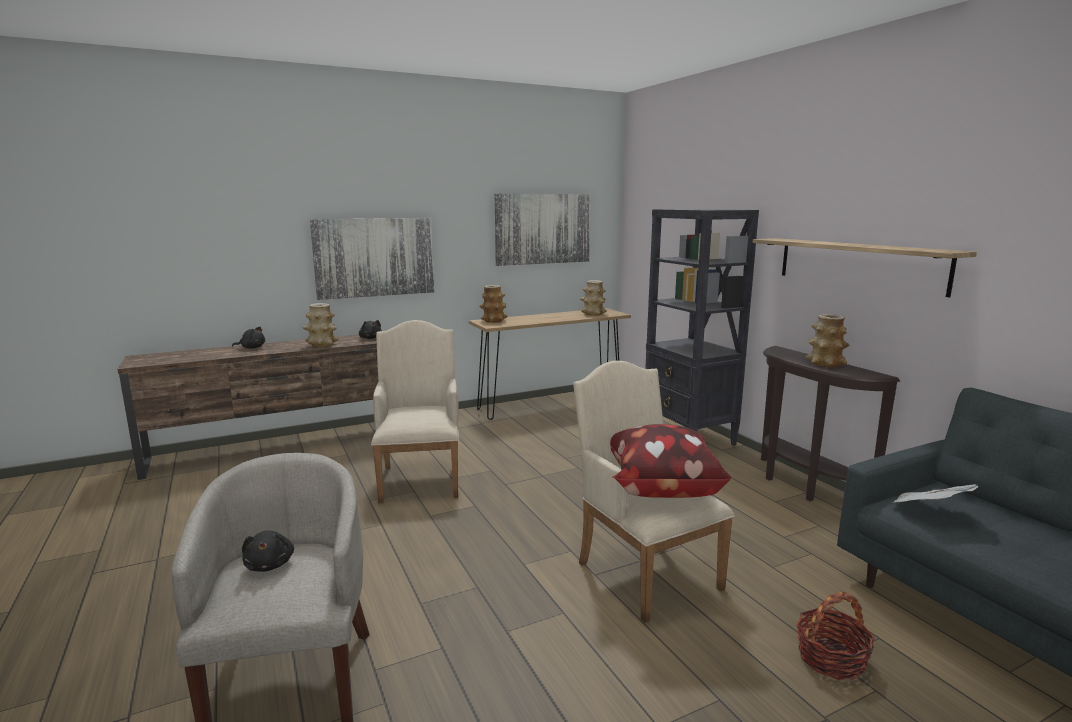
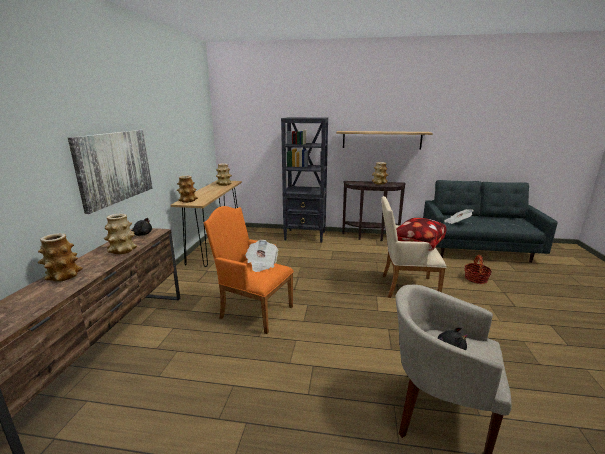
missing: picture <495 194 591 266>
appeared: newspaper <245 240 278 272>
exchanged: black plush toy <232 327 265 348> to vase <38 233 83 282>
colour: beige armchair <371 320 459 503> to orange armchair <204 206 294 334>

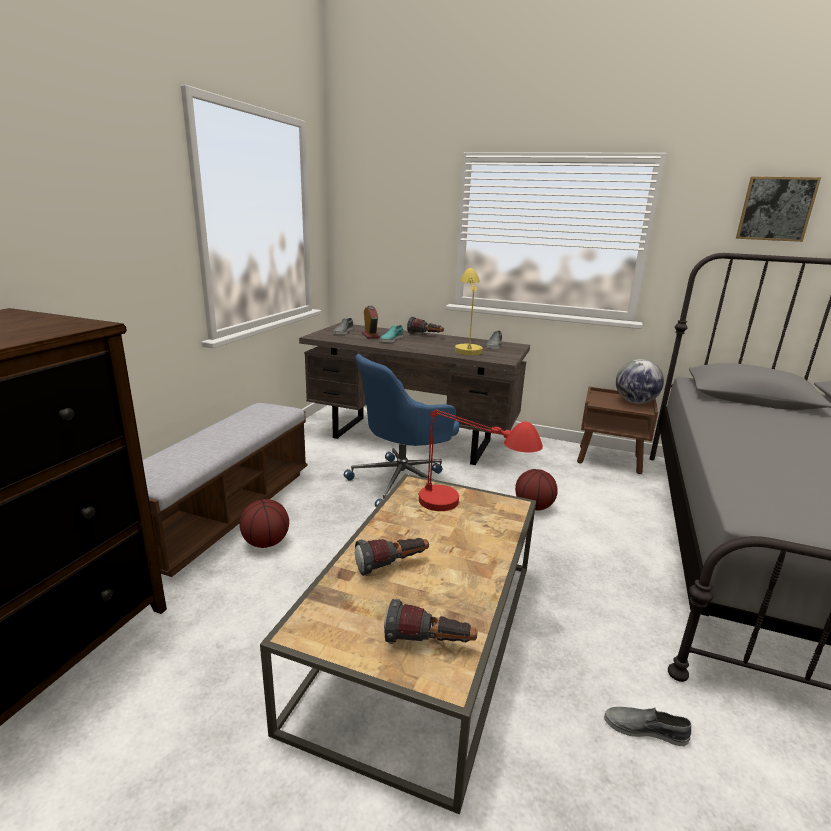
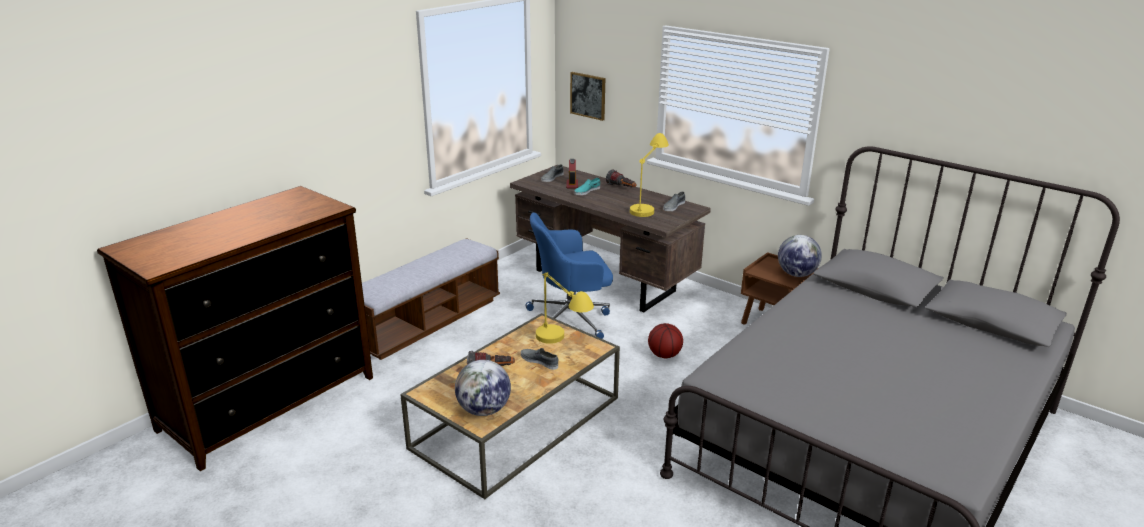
missing: basketball <240 499 289 548>
relocated: grey shoe <604 707 691 746> to <521 348 559 370>; picture <736 176 821 242> to <570 72 605 121>
exchanged: flashlight <384 599 478 644> to globe <455 360 511 416>
colour: red table lamp <419 409 543 511> to yellow table lamp <536 272 594 344>

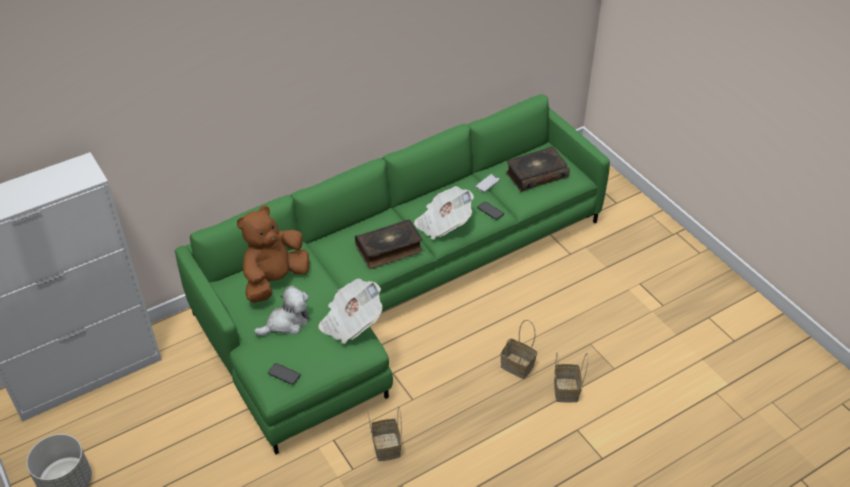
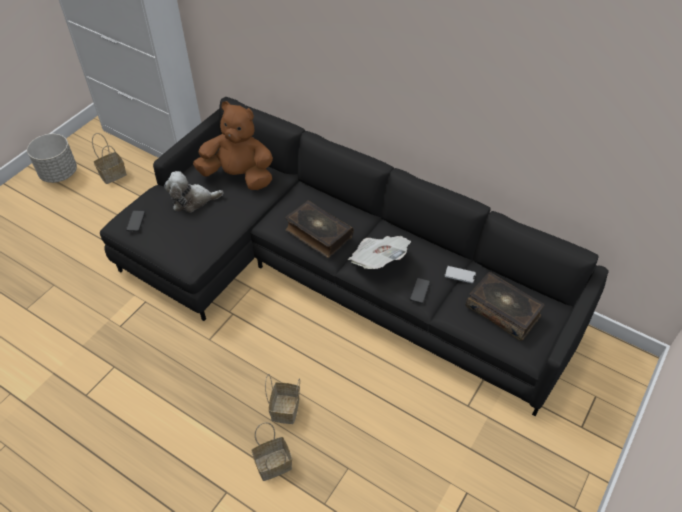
missing: newspaper <318 279 383 344>
relocated: basket <368 407 402 461> to <92 133 127 184>
colour: green sofa <175 94 610 454> to black sofa <100 97 609 416>
spun: plush toy <254 286 309 336> = <164 171 224 213> 135 degrees clockwise

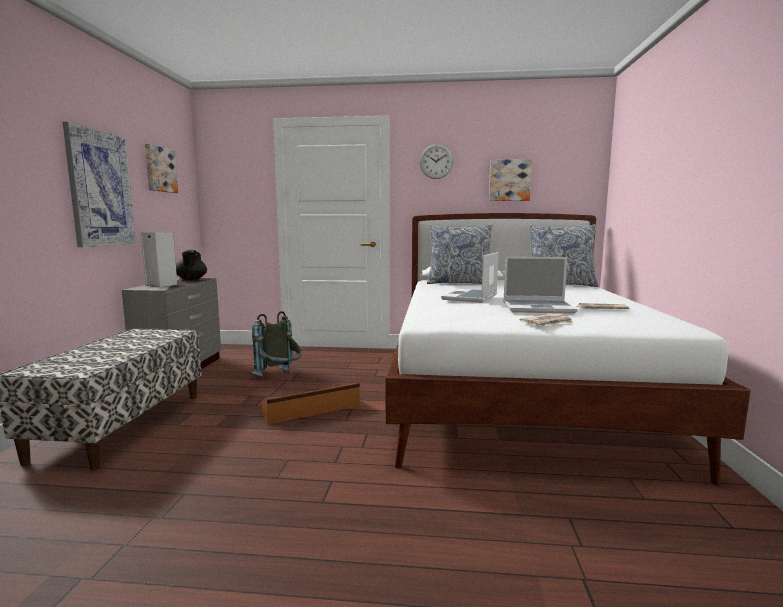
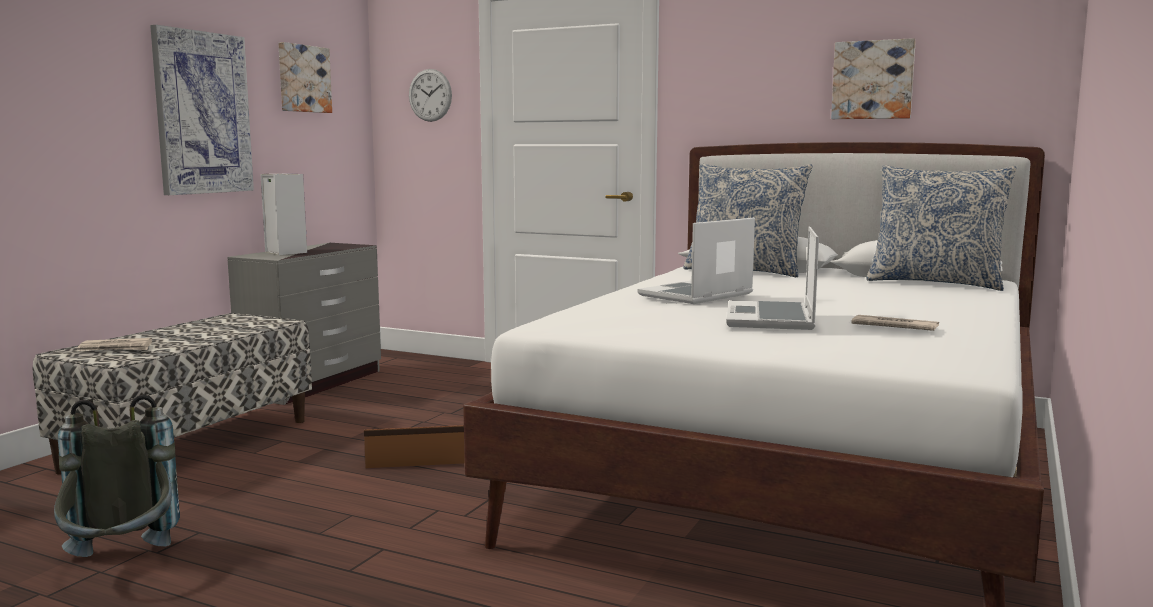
missing: black teapot <176 250 207 280>
relocated: grey backpack <252 311 302 376> to <54 395 180 557>; newspaper <520 313 573 326> to <77 338 152 351>; wall clock <420 144 453 179> to <409 69 452 122>
spun: laptop <503 256 578 314> = <727 227 819 330> 75 degrees clockwise

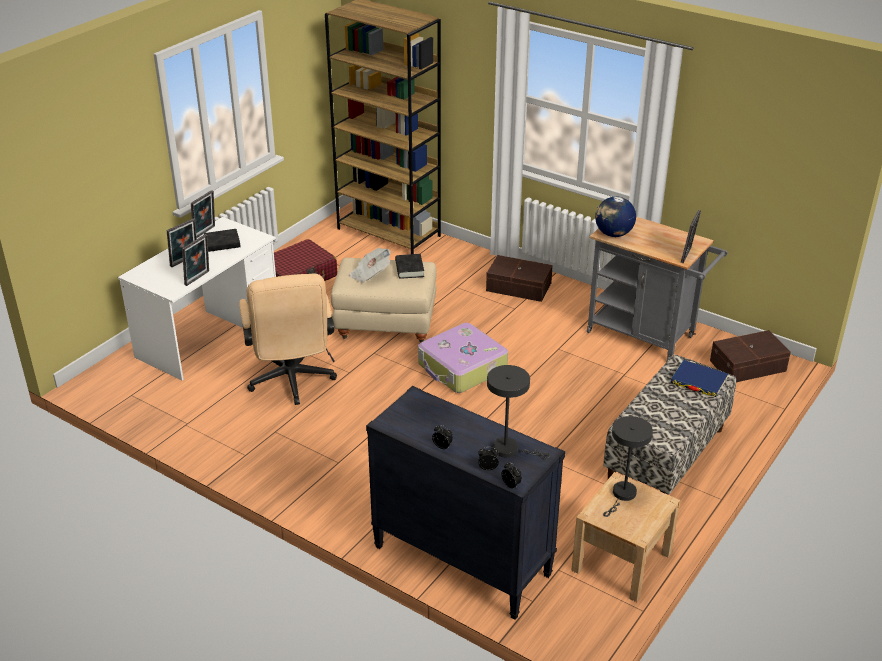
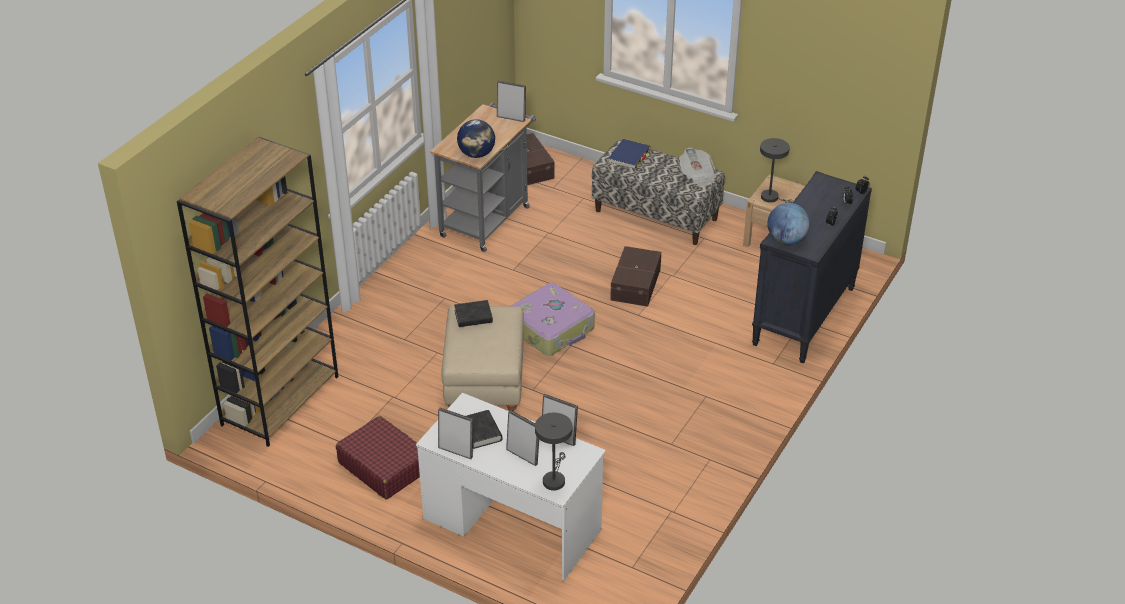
missing: beige office chair <239 273 337 405>
appeared: globe <767 203 810 245>
relocated: grey table lamp <487 365 550 460> to <535 413 572 491>; brown storage box <486 255 553 302> to <610 246 661 307>; newspaper <349 248 391 283> to <679 147 717 188>

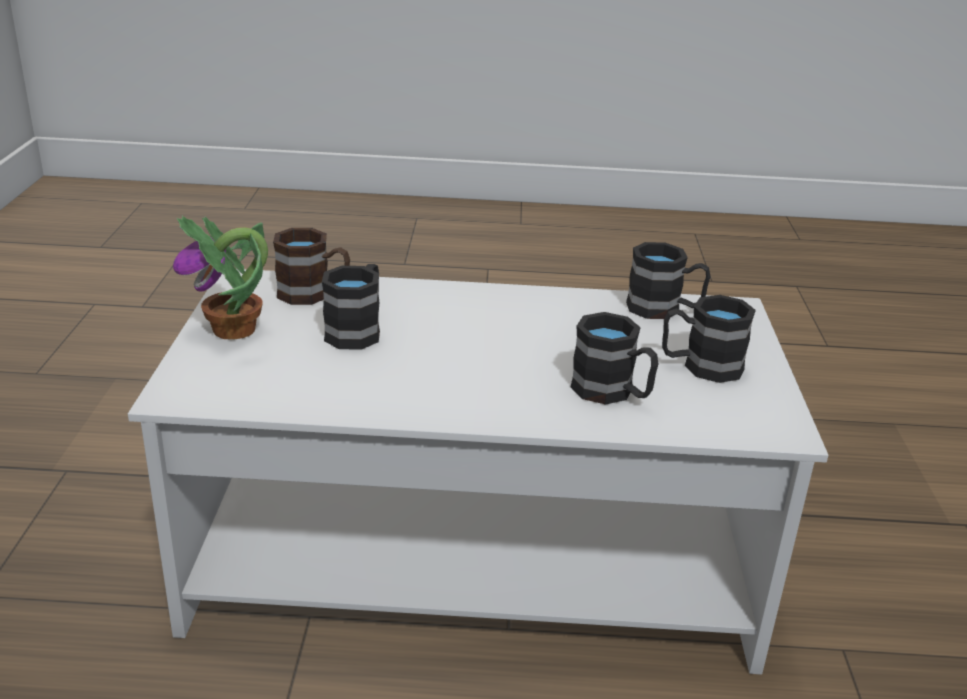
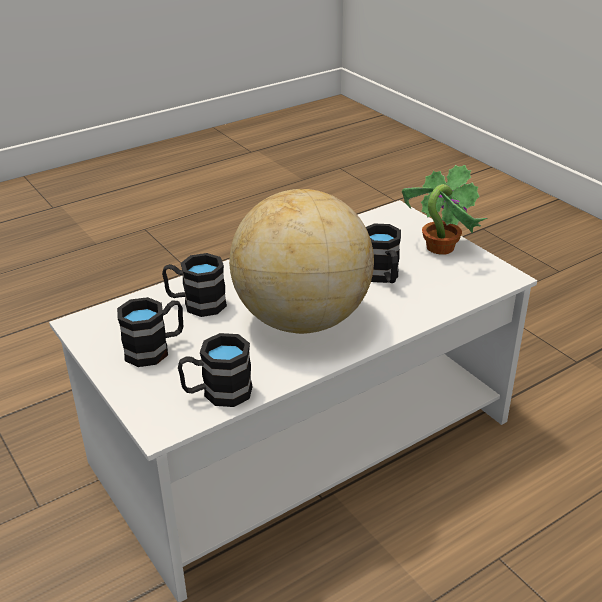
missing: brown mug <273 228 350 305>
appeared: globe <229 189 374 334>

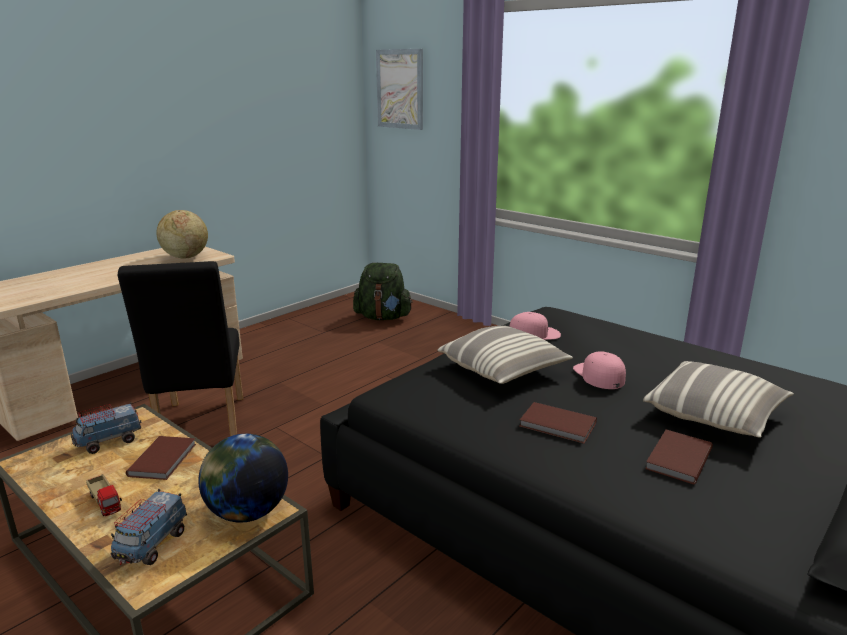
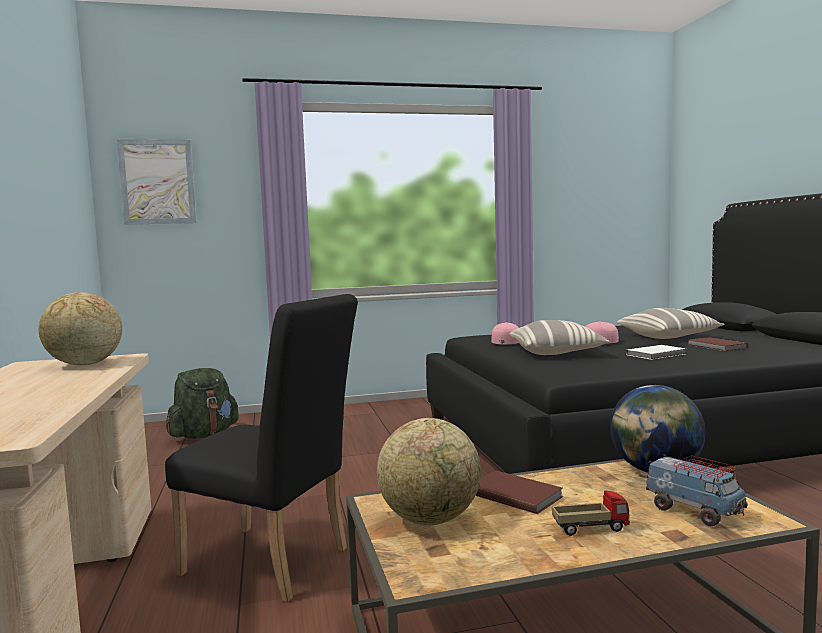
exchanged: toy truck <71 402 142 454> to globe <377 418 481 525>
colour: brown book <520 402 597 444> to white book <626 345 686 360>

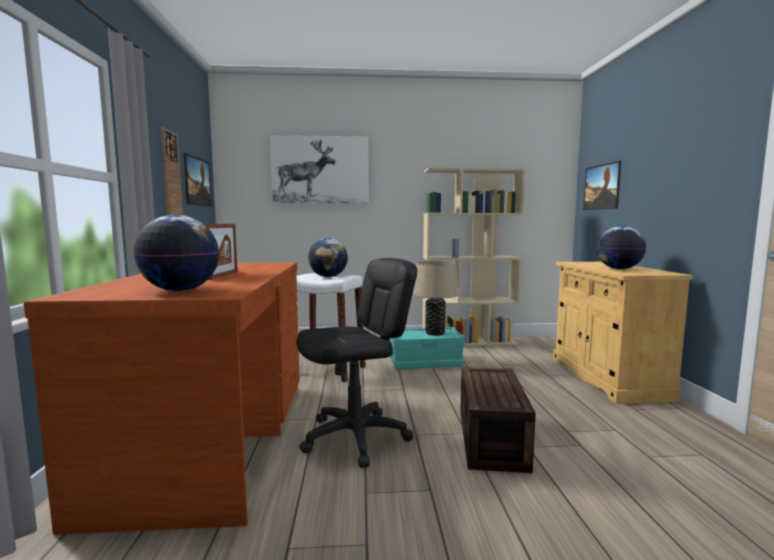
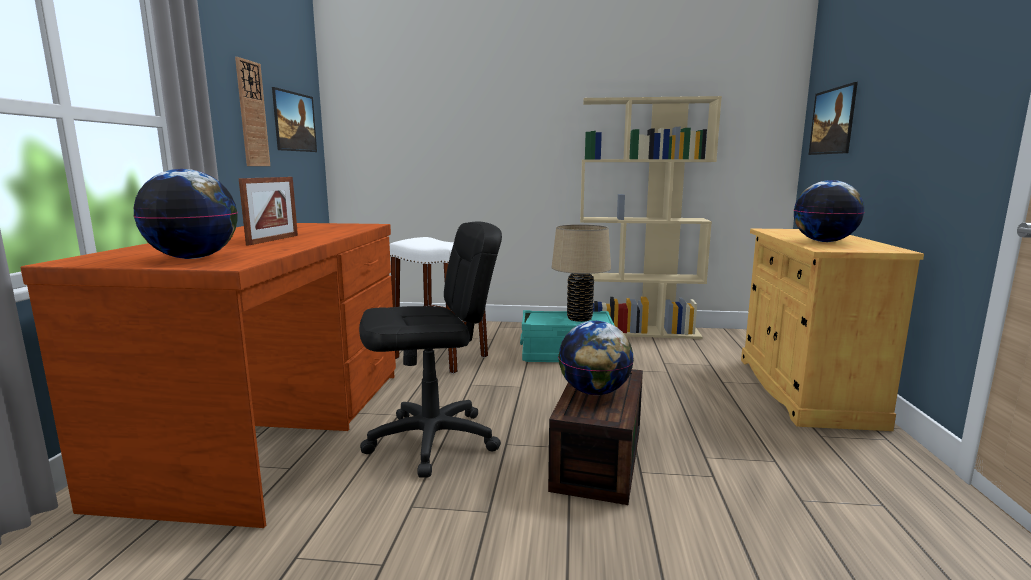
missing: picture <270 135 369 204>
relocated: globe <308 238 348 277> to <558 321 634 395>

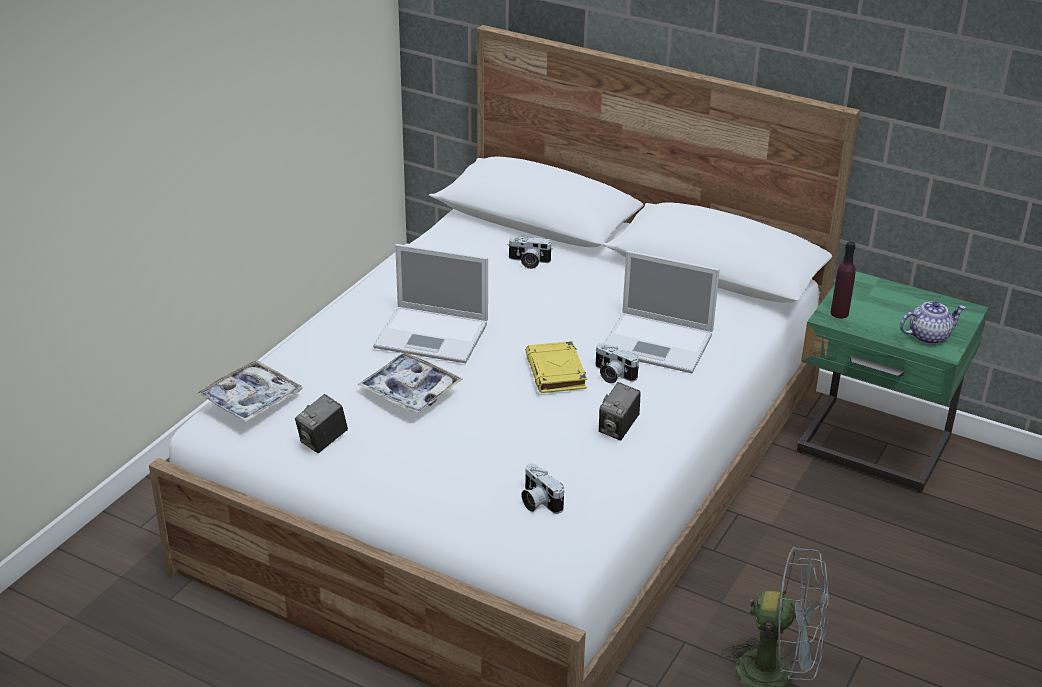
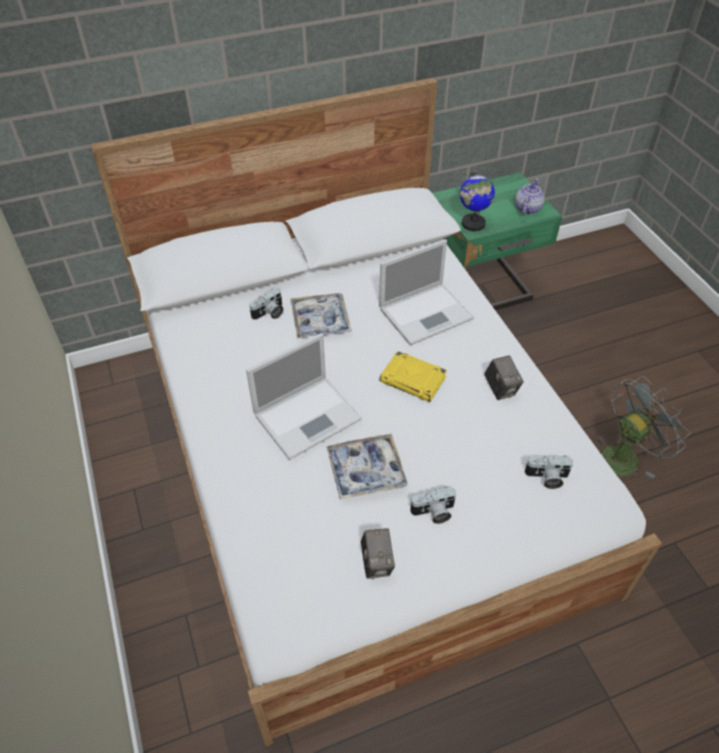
relocated: tray <197 360 303 422> to <290 293 352 338>; photo camera <595 343 639 384> to <410 486 457 524>
exchanged: purple bottle <830 241 856 319> to globe <460 170 495 231>

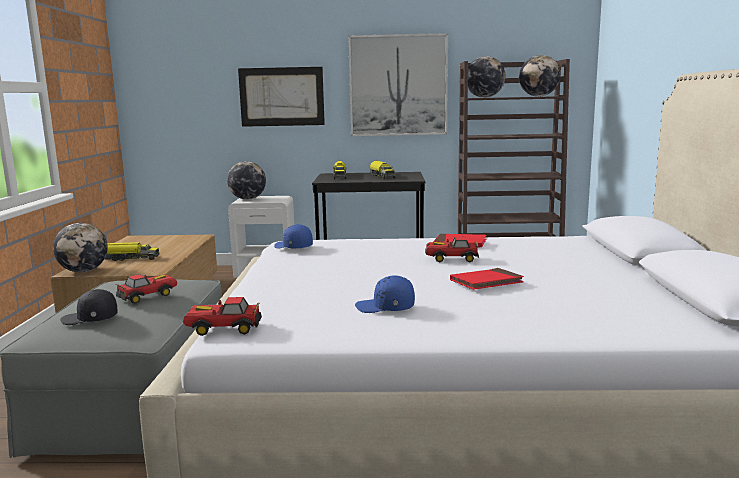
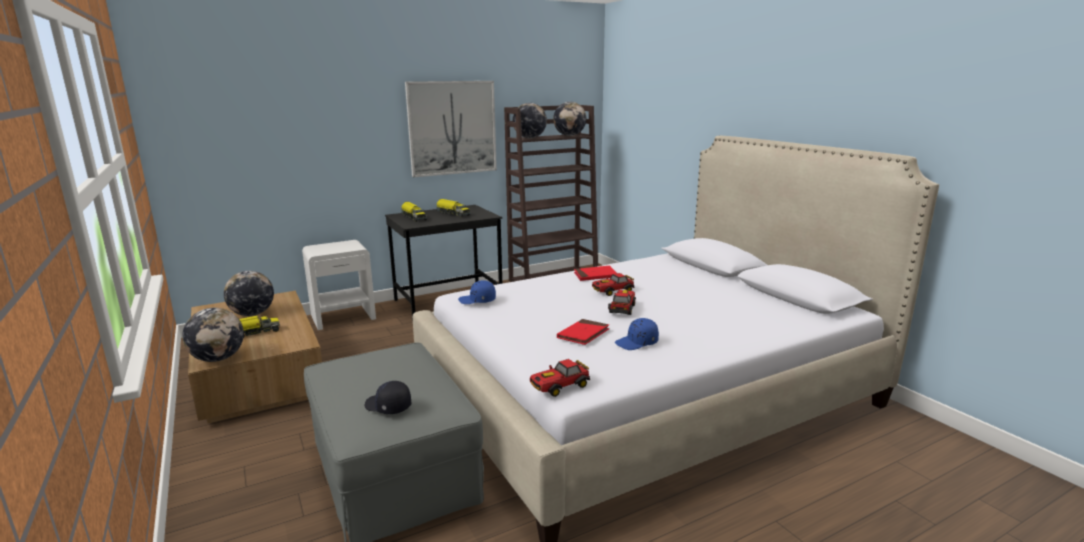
missing: picture <238 67 325 127>
relocated: globe <227 161 266 200> to <224 271 274 316>; red book <450 268 524 290> to <557 319 609 345>; toy car <116 274 177 304> to <608 290 636 315>
spun: black cap <60 289 118 325> = <365 381 411 414> 60 degrees clockwise

